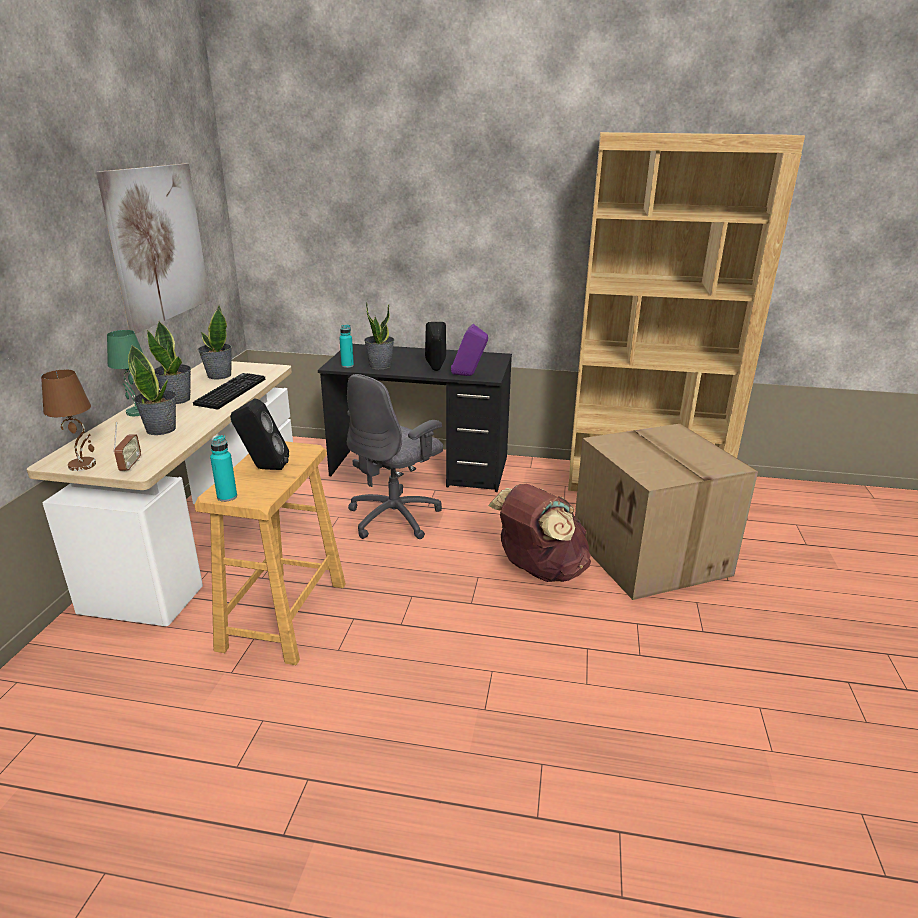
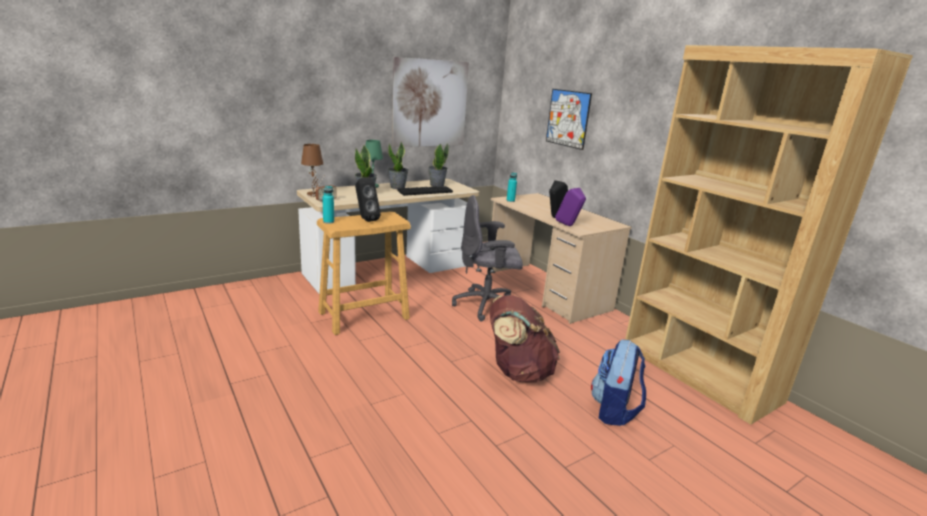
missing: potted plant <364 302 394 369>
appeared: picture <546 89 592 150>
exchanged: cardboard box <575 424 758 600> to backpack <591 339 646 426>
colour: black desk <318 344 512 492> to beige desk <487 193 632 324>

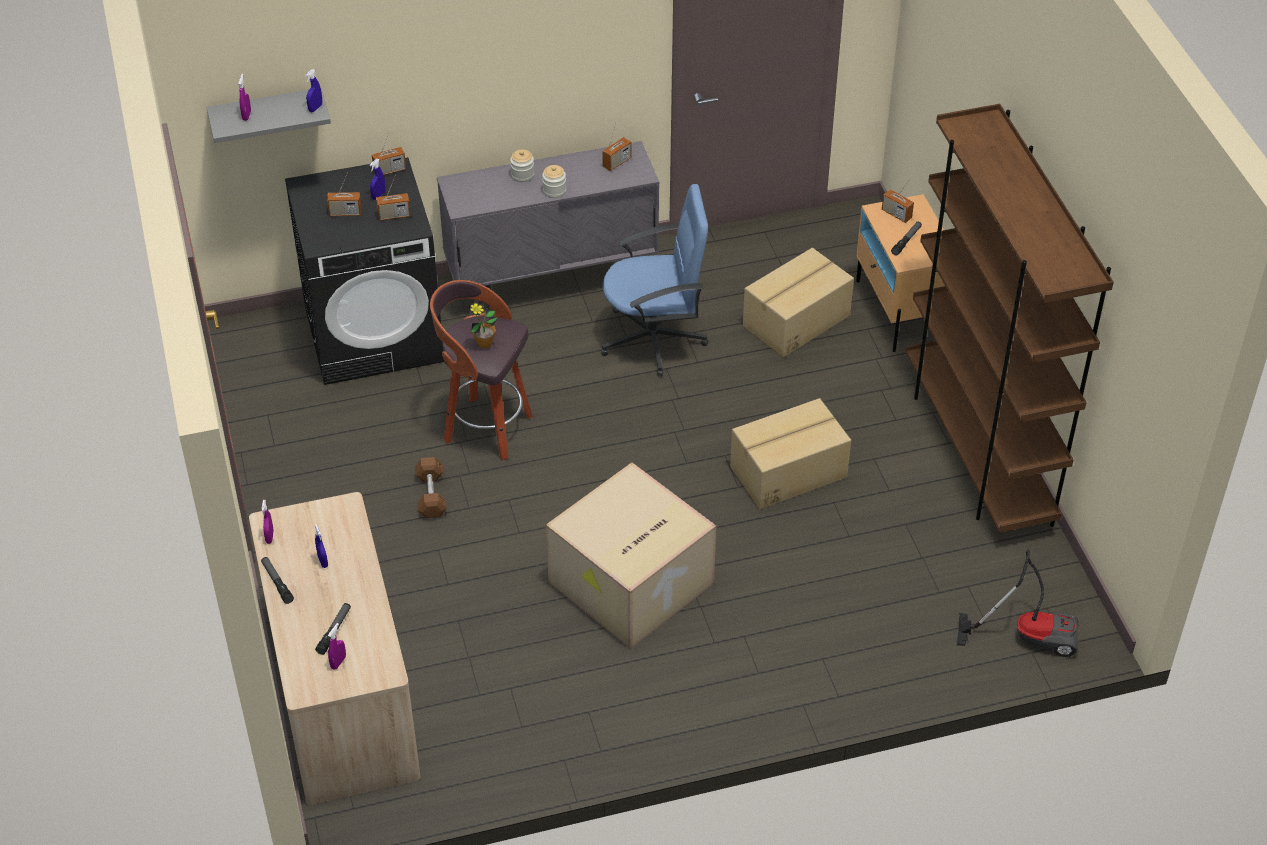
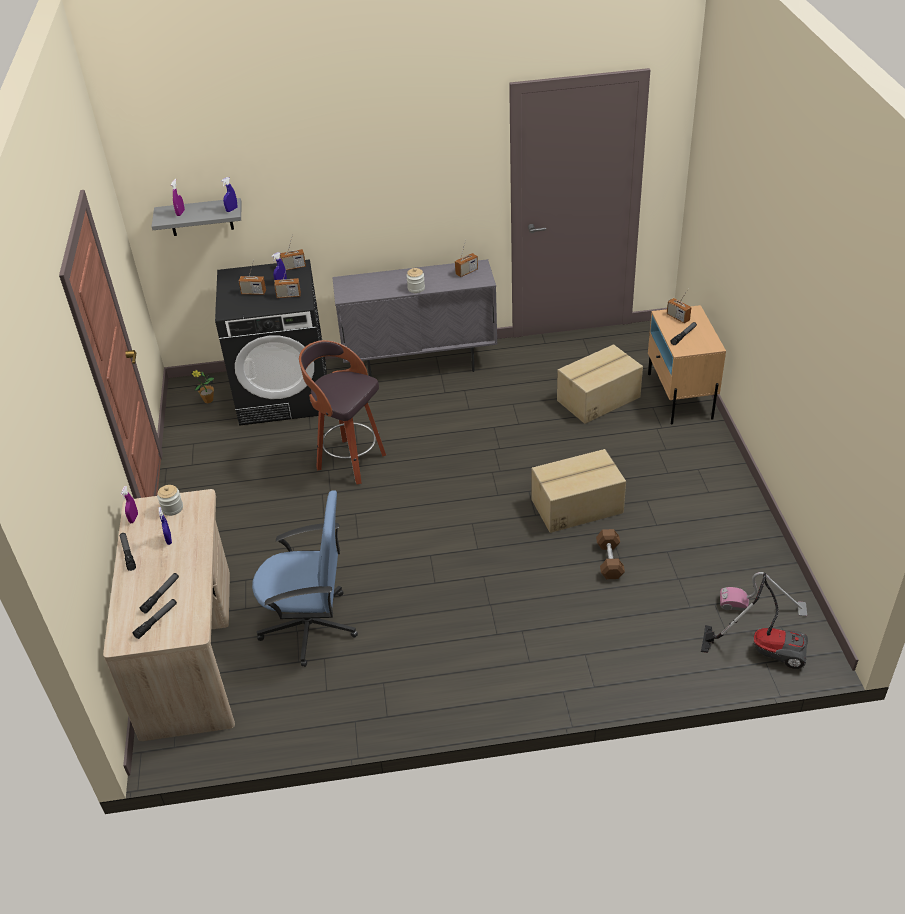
missing: cardboard box <546 462 716 649>; brown bookcase <906 104 1114 533>
appeared: vacuum cleaner <720 572 807 617>
relocated: jar <510 150 534 182> to <157 485 183 516>; potted plant <469 302 497 349> to <191 370 214 403>; blue office chair <601 184 708 377> to <252 490 358 667>; brown dumbbell <415 457 447 518> to <596 529 625 579>
exchanged: purple spray bottle <328 623 346 670> to flashlight <132 599 177 639>

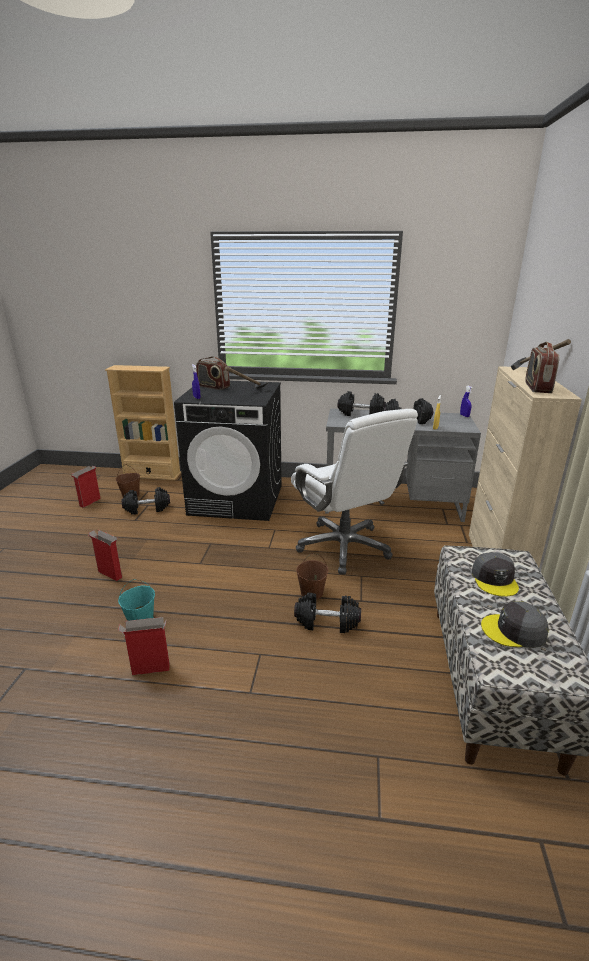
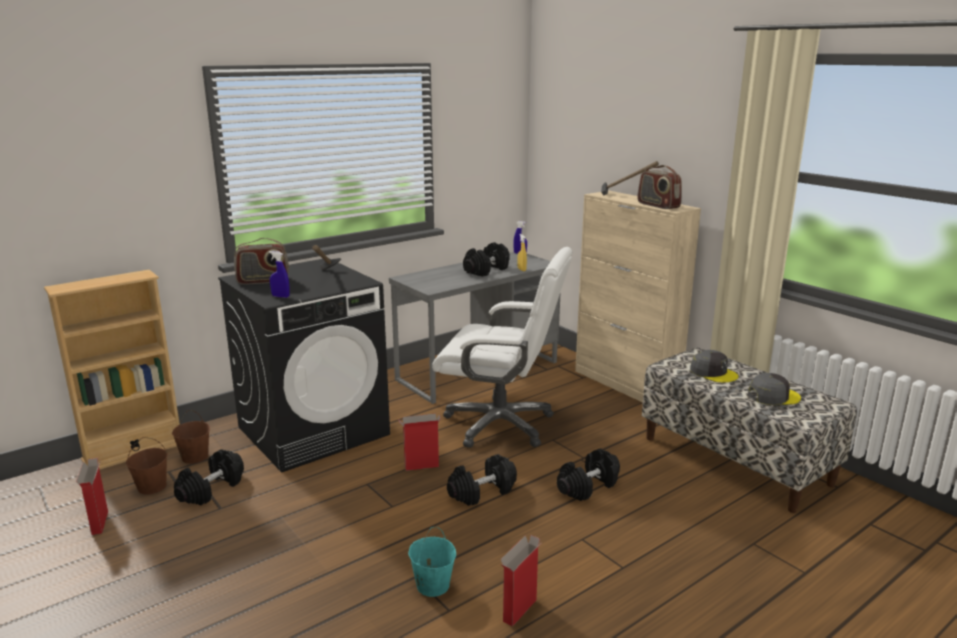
relocated: brown bucket <296 553 328 599> to <172 410 210 464>; cardboard box <89 530 122 581> to <398 414 441 471>; black dumbbell <338 391 386 416> to <447 454 517 506>
spun: grey cap <481 601 549 648> = <748 373 801 405> 150 degrees counterclockwise

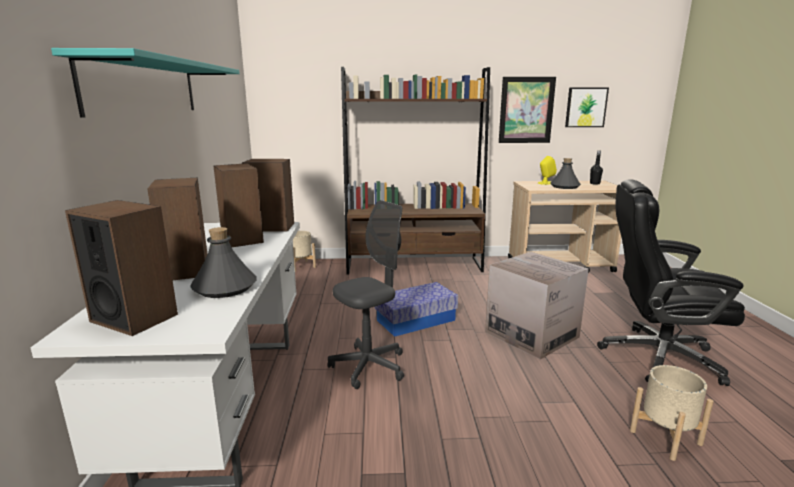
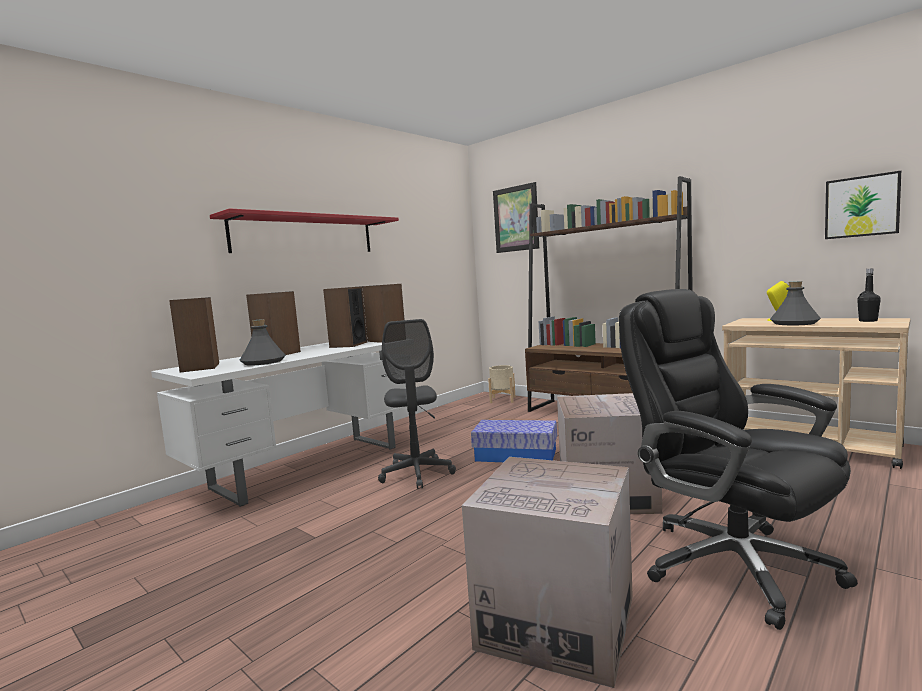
relocated: picture <499 77 556 143> to <493 182 539 253>
exchanged: beige planter <630 365 714 461> to cardboard box <462 457 633 688>
colour: turquoise shelf <51 48 240 118> to red shelf <210 208 399 253>
spun: grey office chair <328 200 404 389> = <378 319 456 489> 75 degrees clockwise

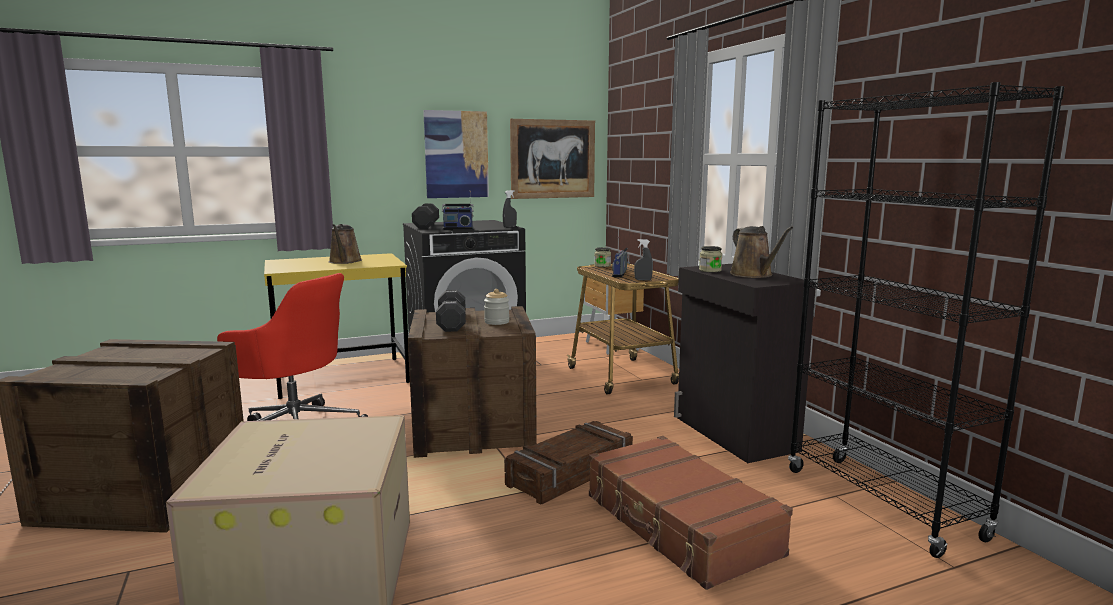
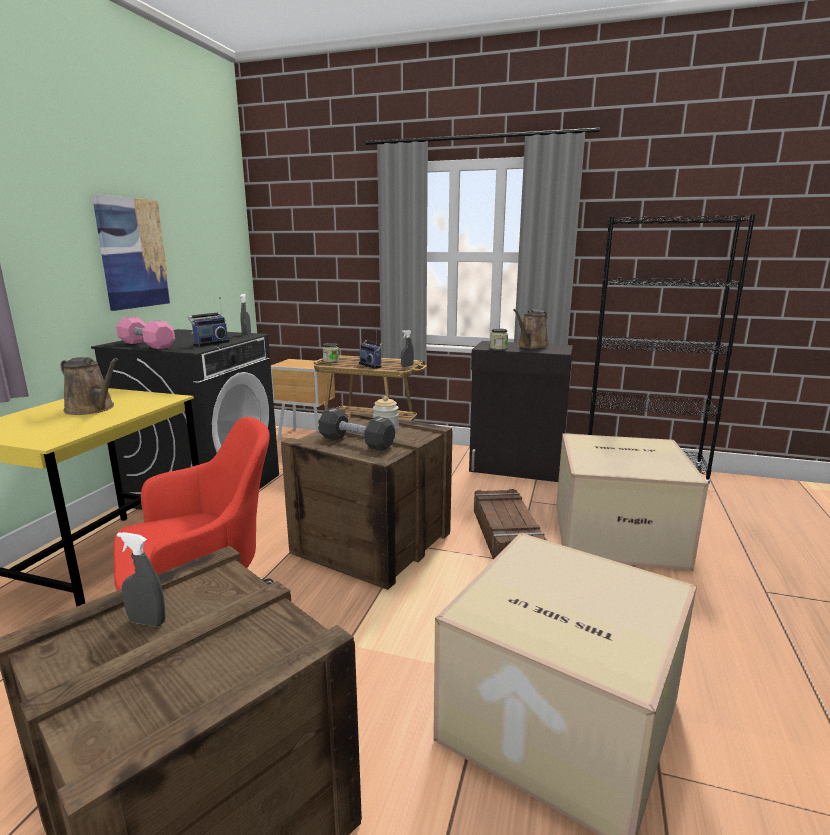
missing: picture <510 119 595 199>
appeared: grey spray bottle <117 532 165 627>
exchanged: brown suitcase <589 436 793 590> to cardboard box <556 433 709 571>
colour: black dumbbell <412 203 439 229> to pink dumbbell <116 317 175 349>
spun: brown watering can <730 226 793 278> = <513 309 550 349> 105 degrees clockwise

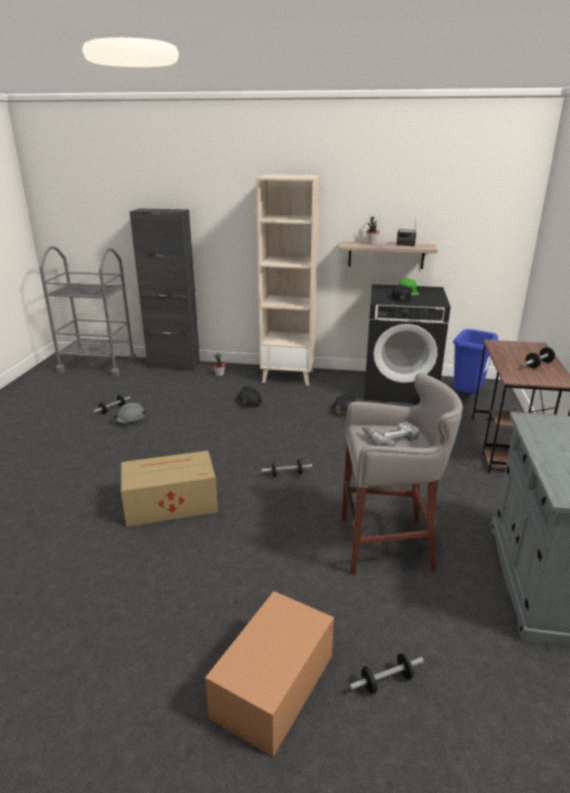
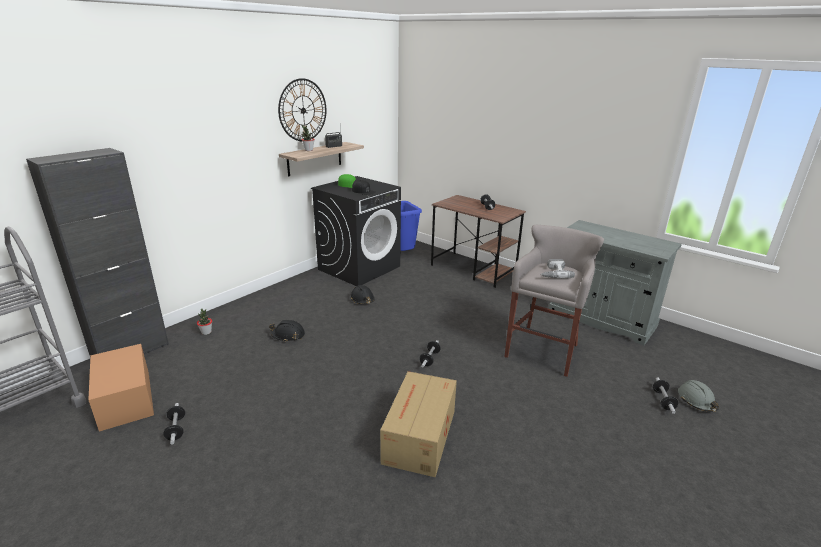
missing: beige bookcase <256 174 320 386>
appeared: wall clock <278 78 326 141>
relocated: cardboard box <205 591 334 757> to <88 344 154 432>; grey hard hat <112 403 147 424> to <678 380 719 412>

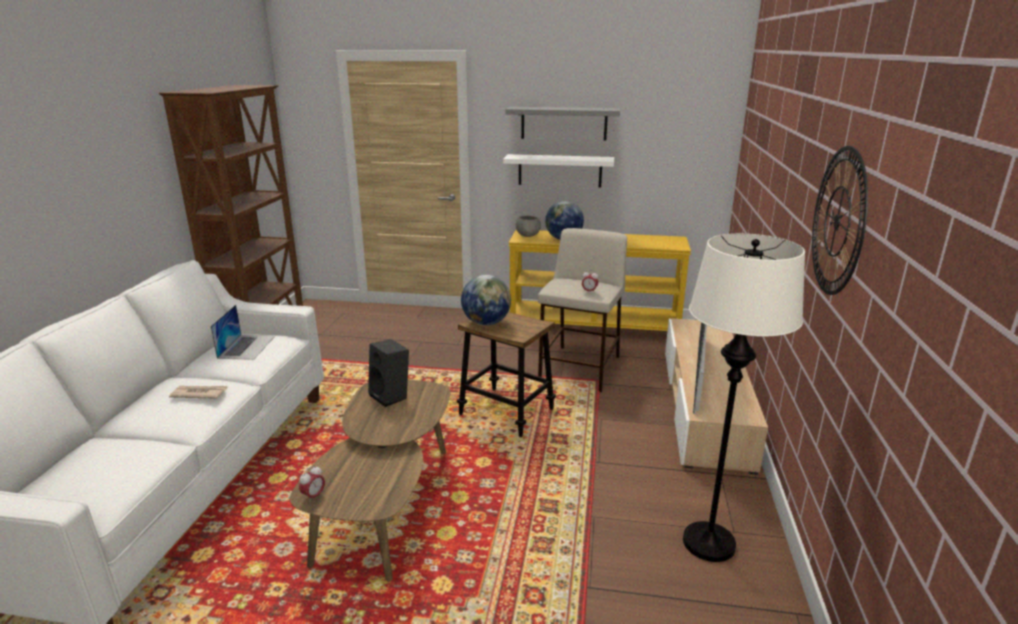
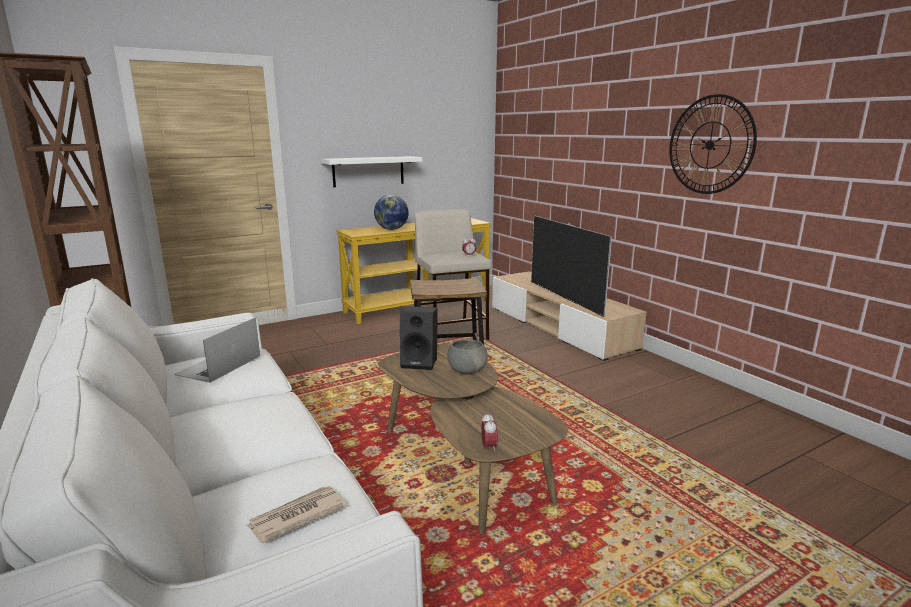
missing: globe <461 275 511 326>; grey shelf <506 107 620 141>; white floor lamp <683 233 805 562>
relocated: newspaper <169 386 228 399> to <247 486 347 543>; grey bowl <516 216 541 237> to <447 339 488 374>
spun: laptop <211 305 275 360> = <174 317 260 383> 120 degrees counterclockwise

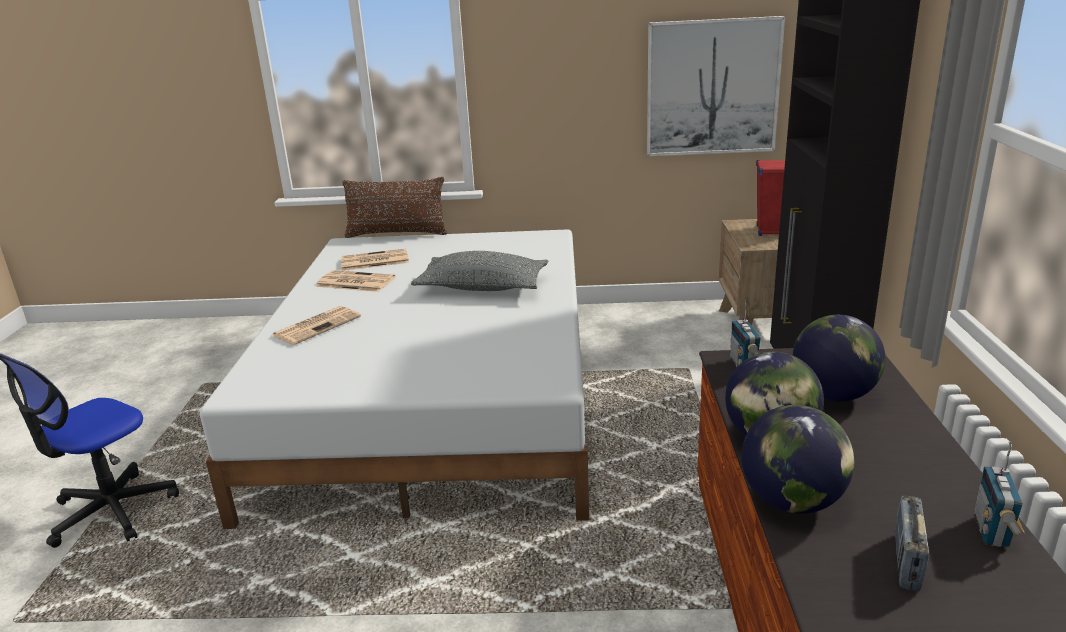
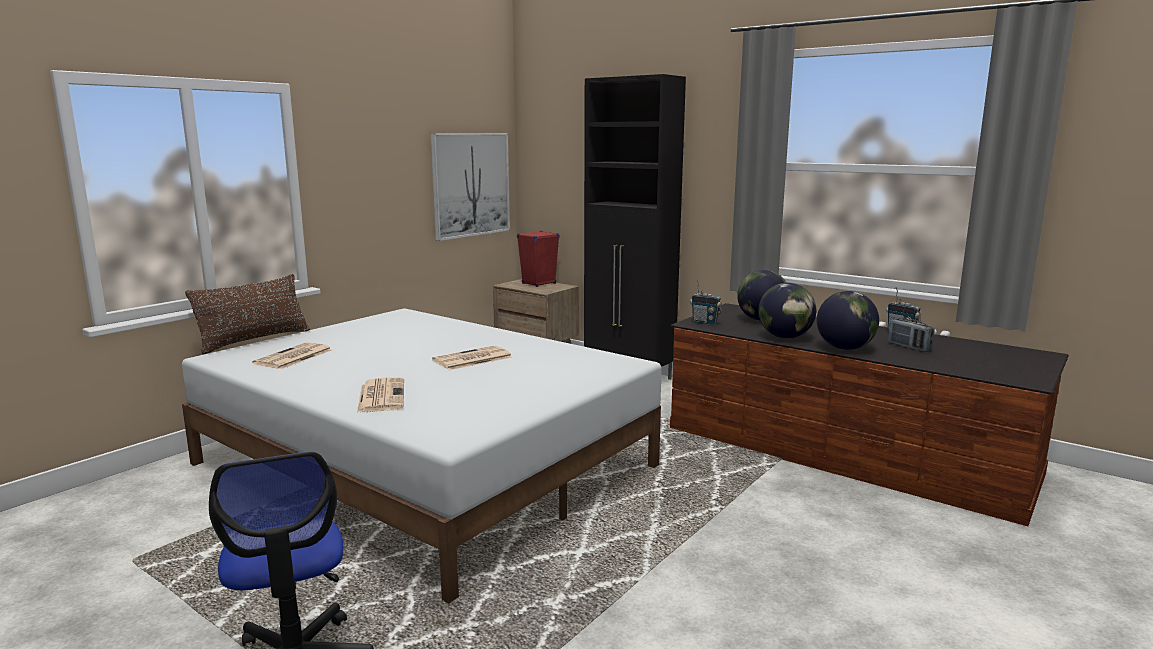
missing: grey pillow <411 251 548 291>
relocated: newspaper <316 270 395 292> to <432 345 512 370>

